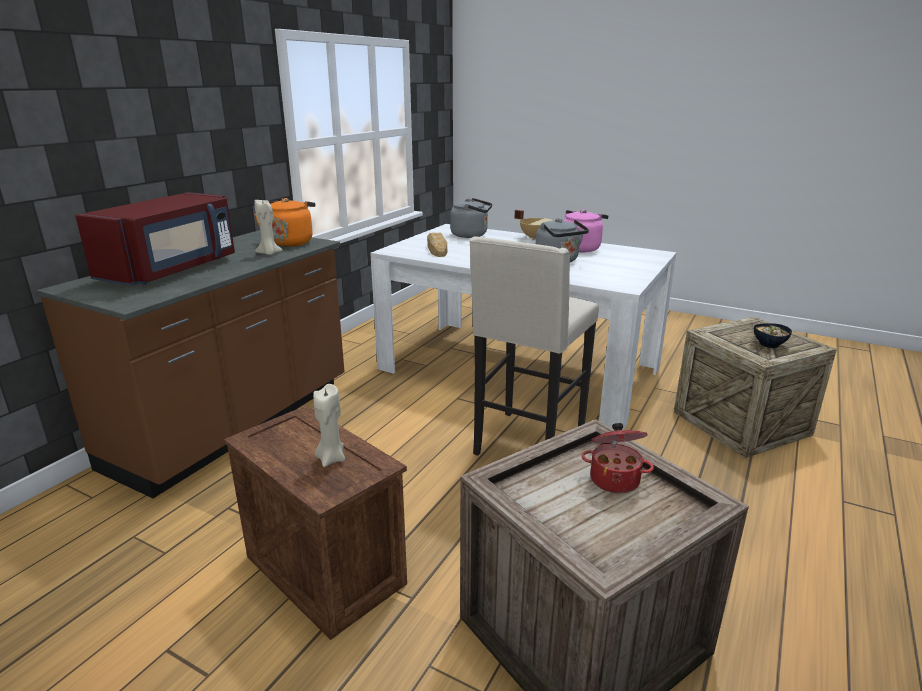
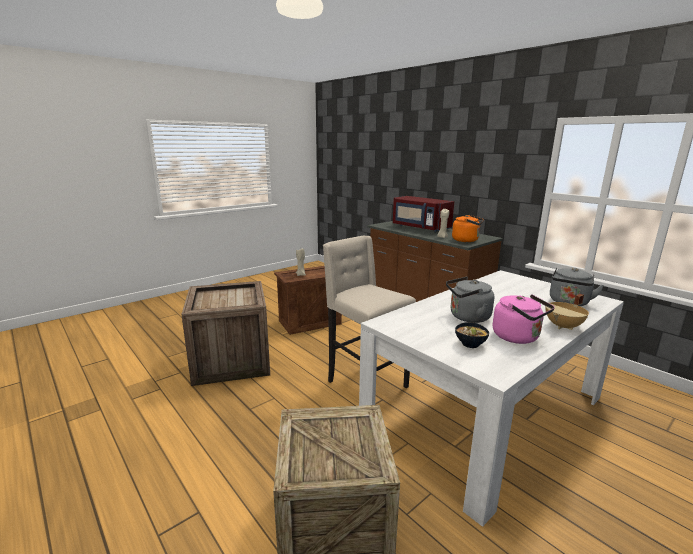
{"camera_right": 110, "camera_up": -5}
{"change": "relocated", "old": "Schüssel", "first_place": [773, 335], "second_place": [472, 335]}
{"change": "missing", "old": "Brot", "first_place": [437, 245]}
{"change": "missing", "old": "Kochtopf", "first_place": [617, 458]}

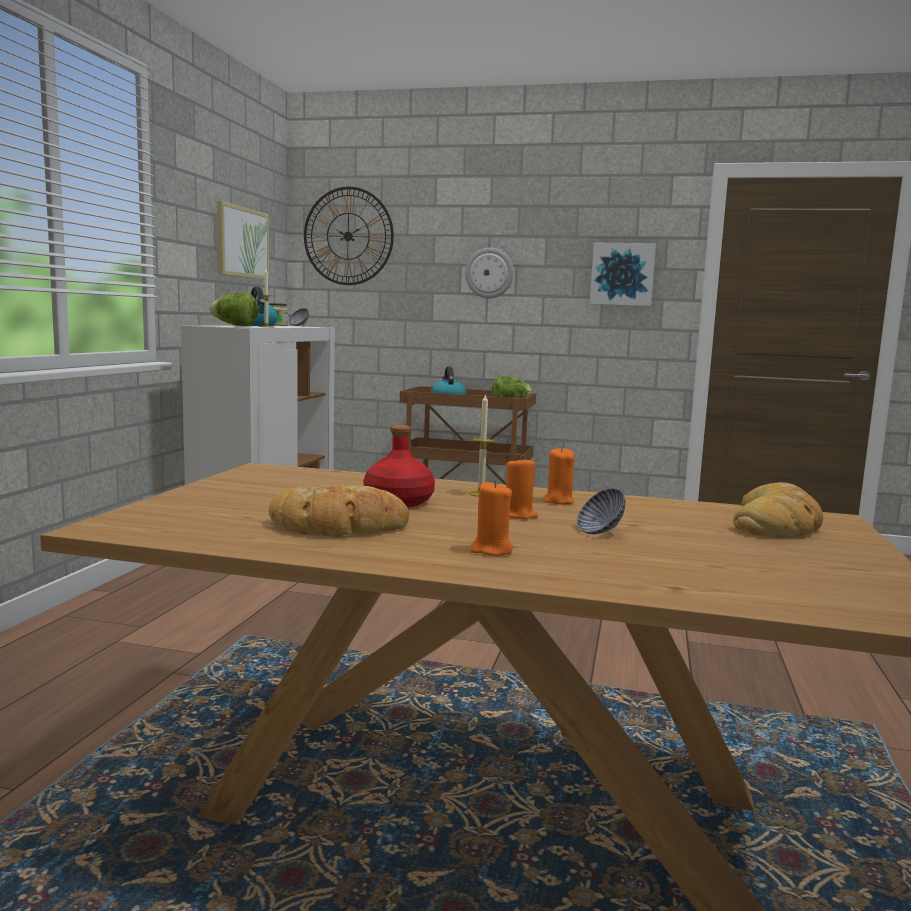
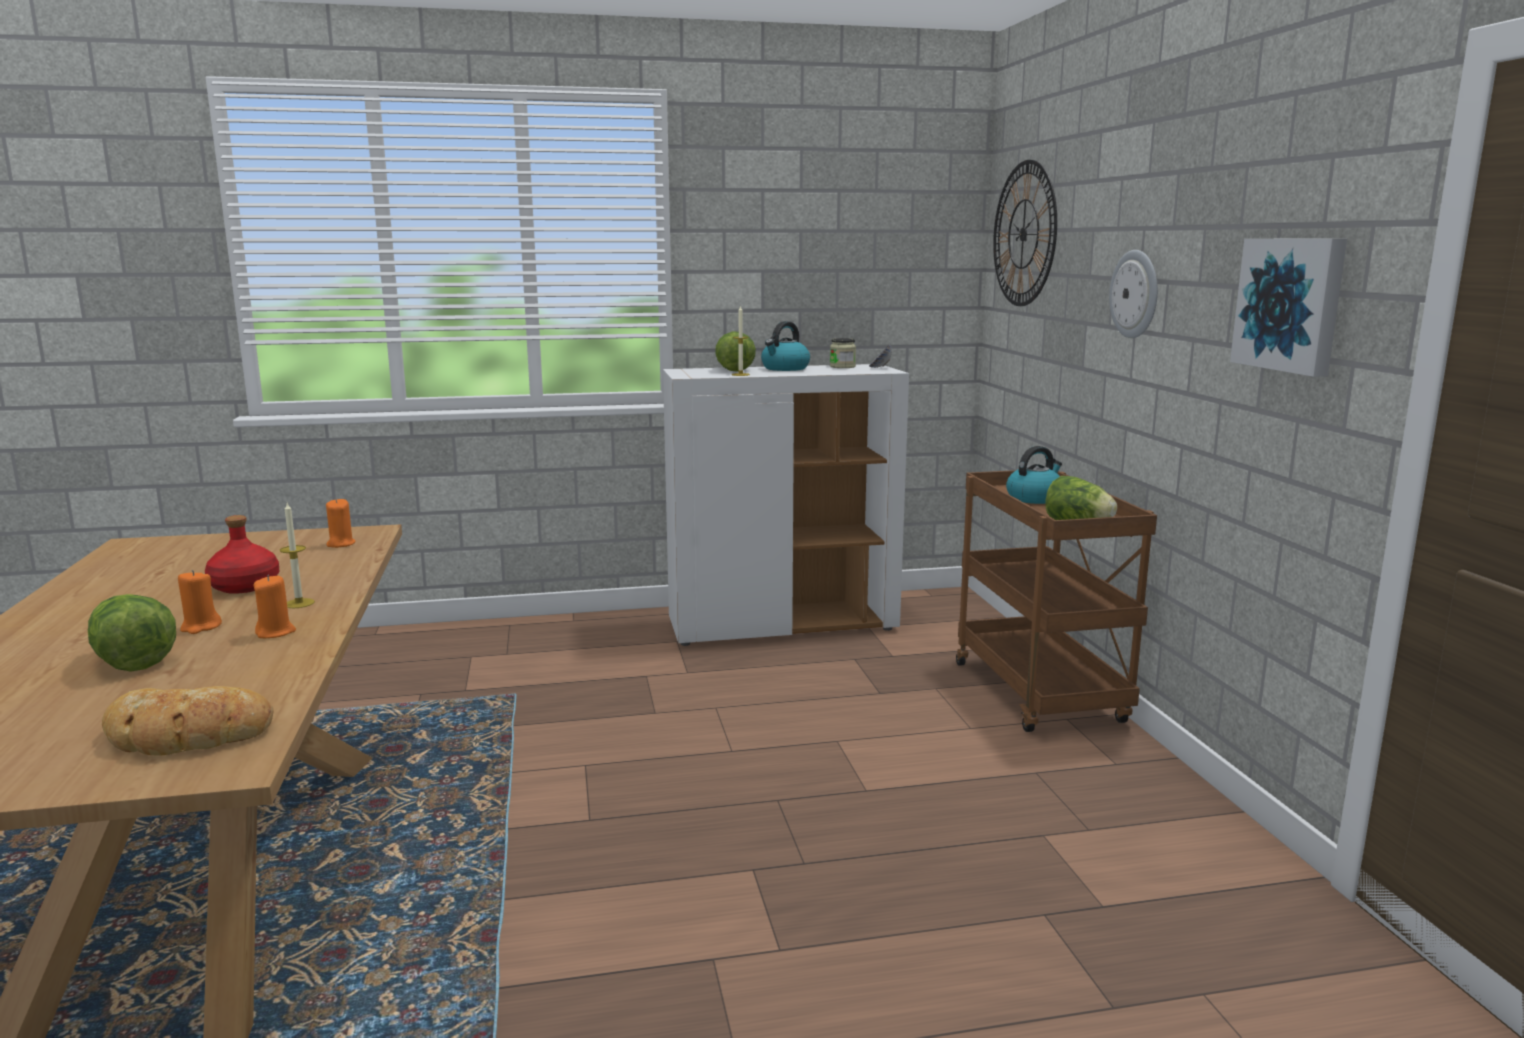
{"camera_right": 65, "camera_up": 5}
{"change": "exchanged", "old": "Schüssel", "new": "Salatkopf", "first_place": [601, 511], "second_place": [132, 633]}
{"change": "relocated", "old": "Kerze [orange]", "first_place": [491, 518], "second_place": [340, 523]}
{"change": "missing", "old": "Bild", "first_place": [243, 240]}
{"change": "missing", "old": "Brot", "first_place": [339, 510]}

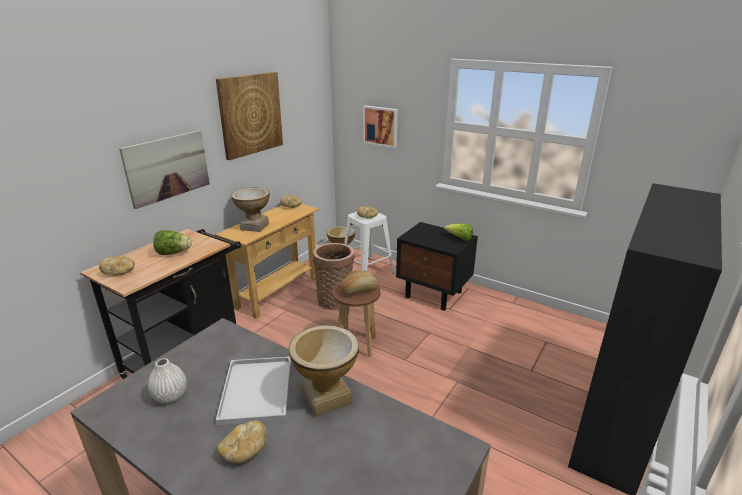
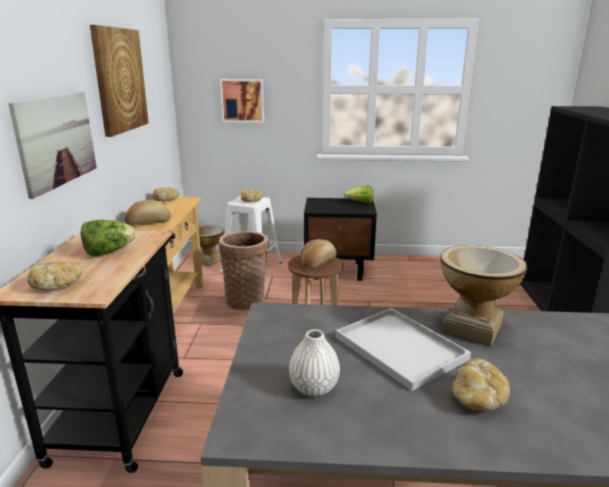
{"camera_right": -30, "camera_up": -5}
{"change": "exchanged", "old": "Vase", "new": "Brot", "first_place": [250, 210], "second_place": [148, 213]}

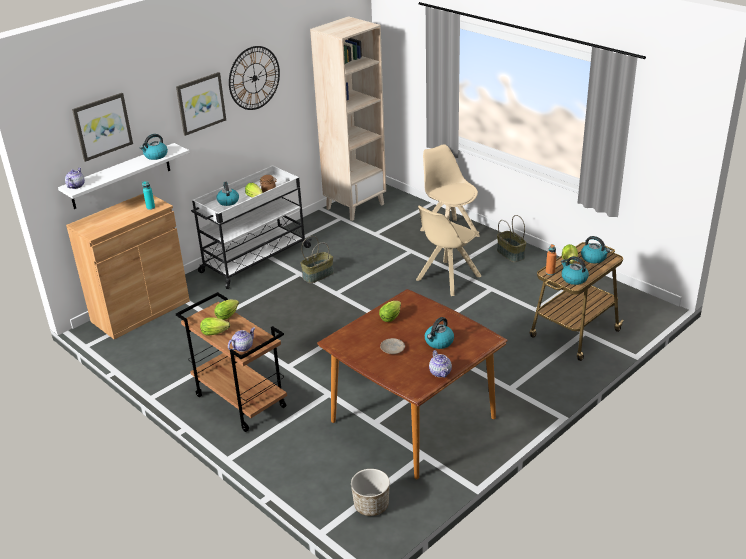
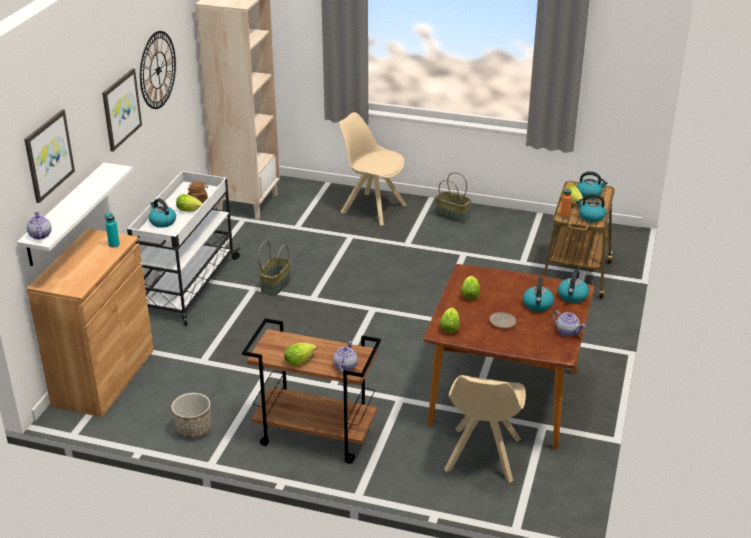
{"camera_right": -30, "camera_up": 0}
{"change": "relocated", "old": "Pflanzkübel", "first_place": [370, 492], "second_place": [191, 416]}
{"change": "relocated", "old": "Salatkopf", "first_place": [226, 310], "second_place": [449, 320]}
{"change": "relocated", "old": "Stuhl [beige]", "first_place": [448, 251], "second_place": [485, 429]}
{"change": "relocated", "old": "Wasserkessel", "first_place": [154, 147], "second_place": [573, 286]}

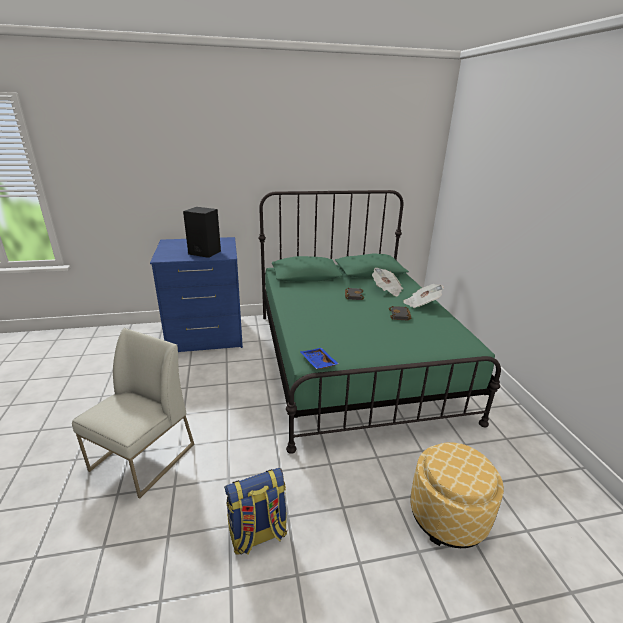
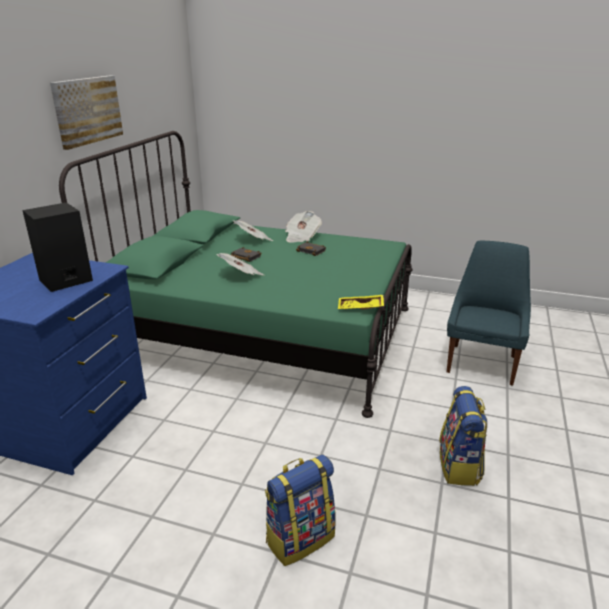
{"camera_right": -60, "camera_up": 0}
{"change": "appeared", "new": "Bild", "second_place": [86, 112]}
{"change": "appeared", "new": "Zeitung", "second_place": [240, 264]}
{"change": "exchanged", "old": "Stuhl [weiß]", "new": "Rucksack", "first_place": [133, 413], "second_place": [300, 510]}
{"change": "colour", "old": "Tablett [blau]", "new": "Tablett [gelb]", "first_place": [319, 358], "second_place": [361, 302]}
{"change": "exchanged", "old": "Polsterhocker", "new": "Stuhl [blau]", "first_place": [457, 495], "second_place": [489, 313]}

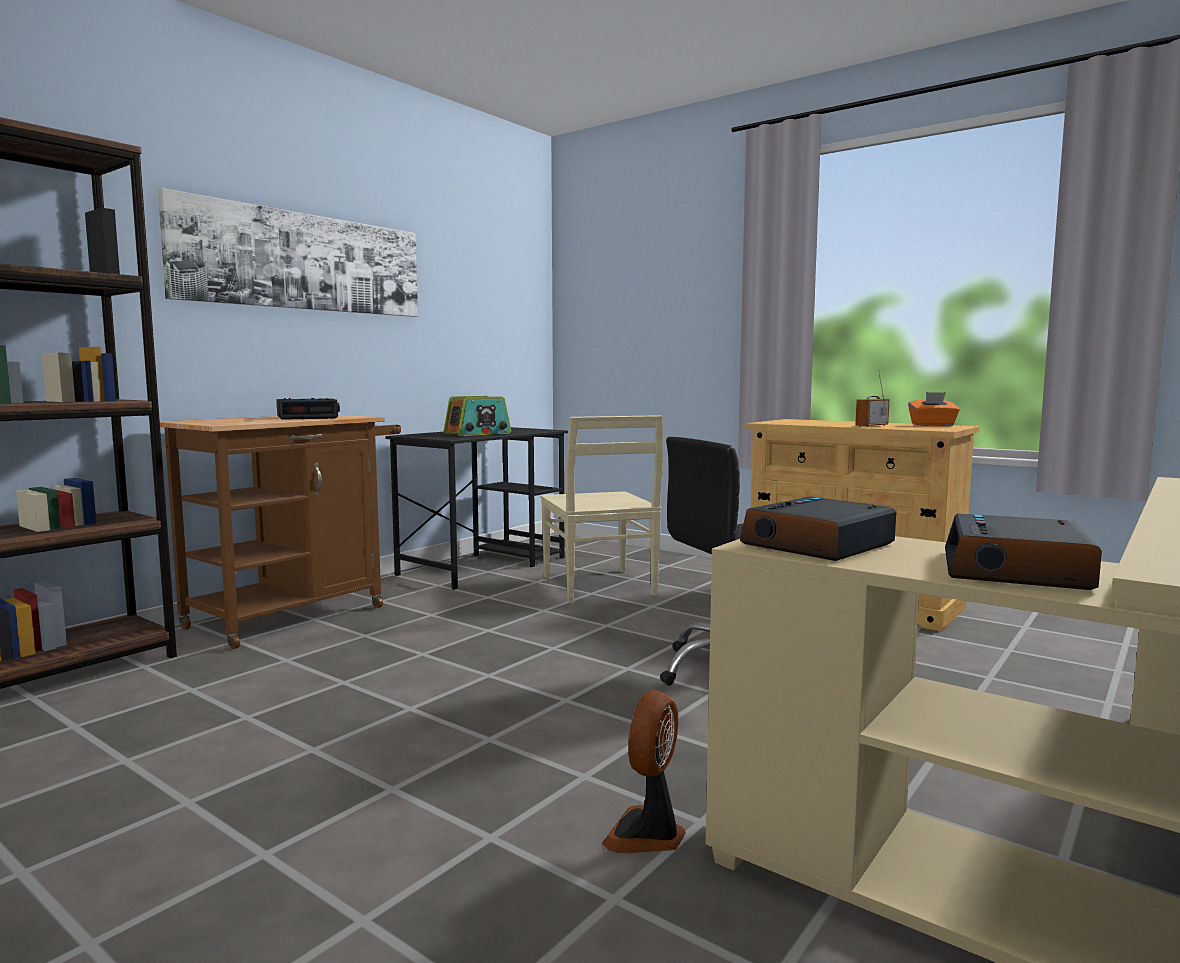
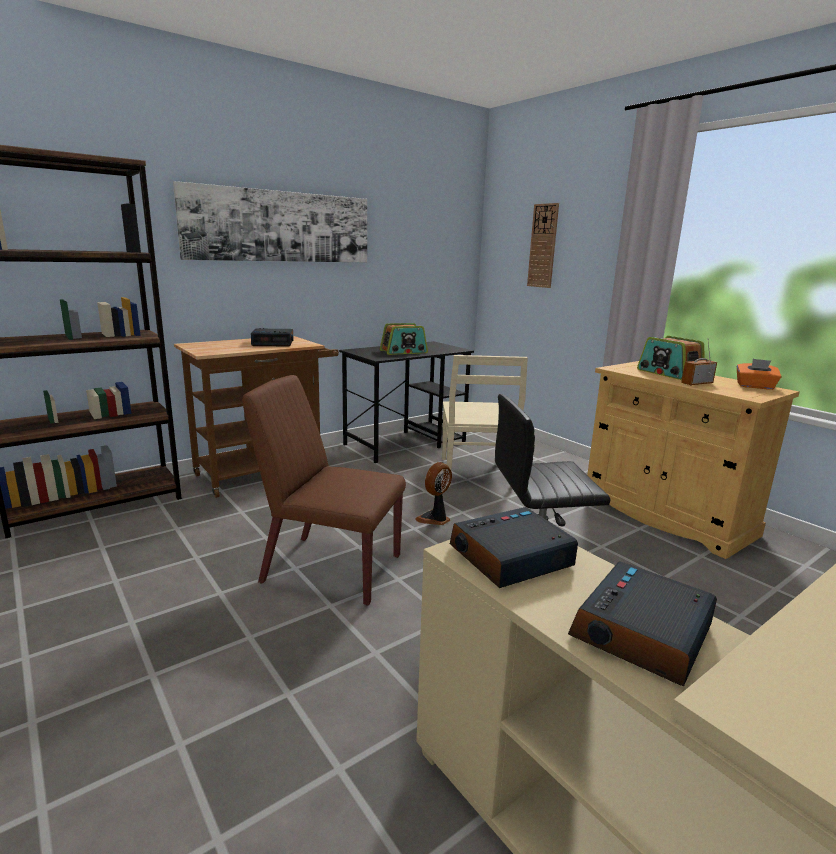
{"camera_right": 15, "camera_up": 10}
{"change": "appeared", "new": "Stuhl [braun]", "second_place": [324, 490]}
{"change": "relocated", "old": "Ventilator", "first_place": [644, 771], "second_place": [433, 493]}
{"change": "appeared", "new": "Wanduhr", "second_place": [543, 245]}
{"change": "appeared", "new": "Radio", "second_place": [670, 358]}

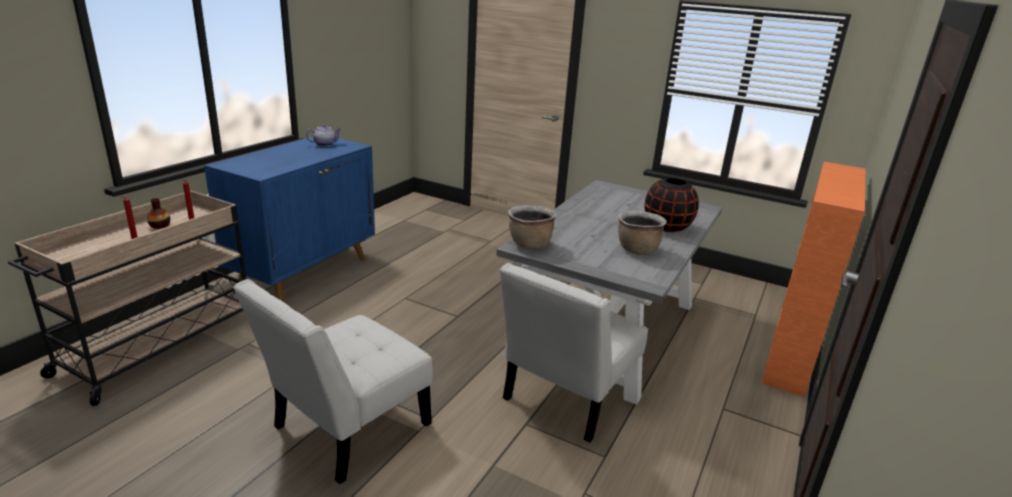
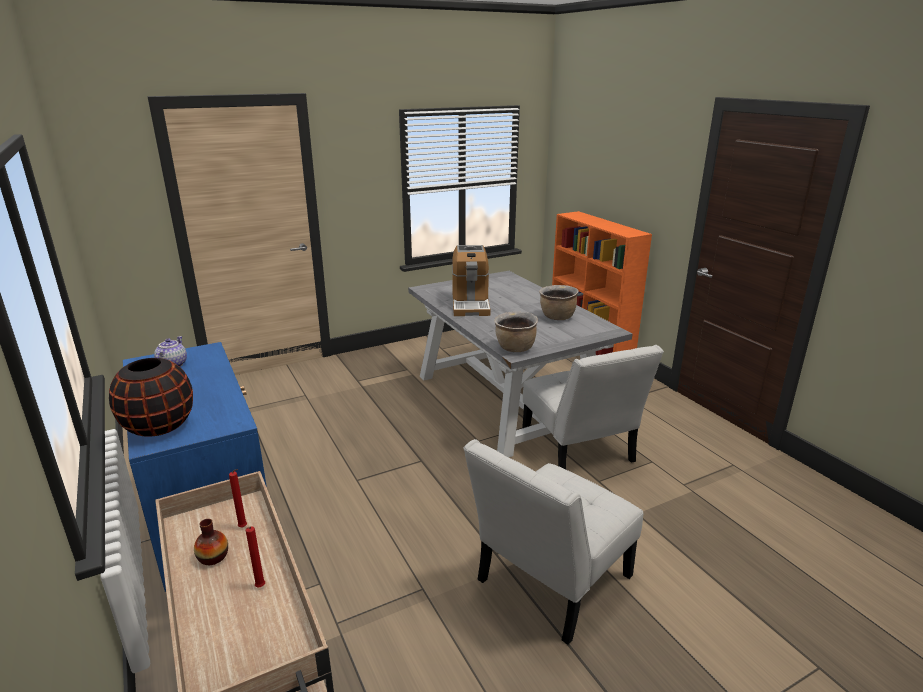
{"camera_right": -55, "camera_up": 0}
{"change": "relocated", "old": "Vase [schwarz]", "first_place": [672, 205], "second_place": [151, 397]}
{"change": "appeared", "new": "Kaffeemaschine", "second_place": [471, 280]}
{"change": "spun", "old": "Stuhl [weiß]", "first_place": [333, 381], "second_place": [553, 542], "degrees": 60}

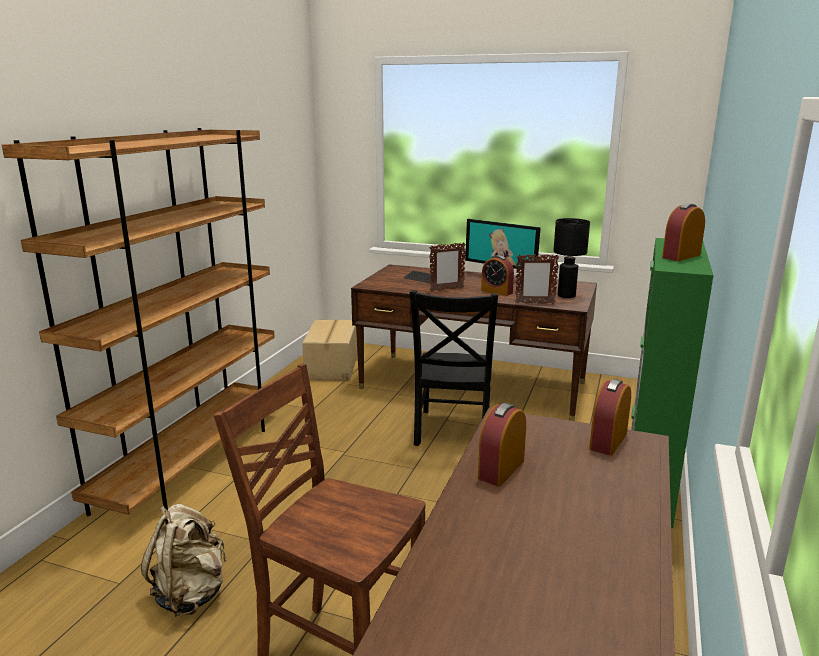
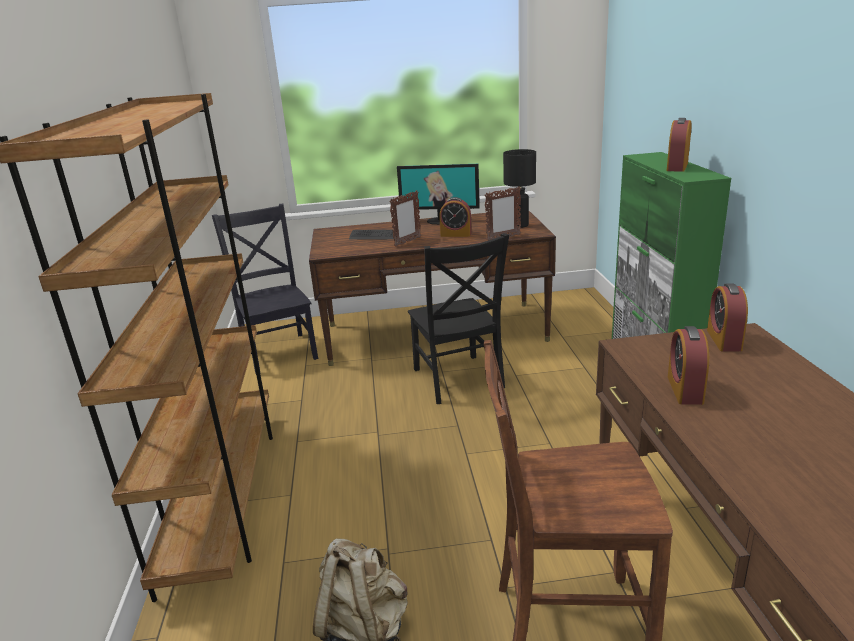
{"camera_right": -25, "camera_up": 5}
{"change": "exchanged", "old": "Karton", "new": "Stuhl [schwarz]", "first_place": [330, 350], "second_place": [265, 289]}

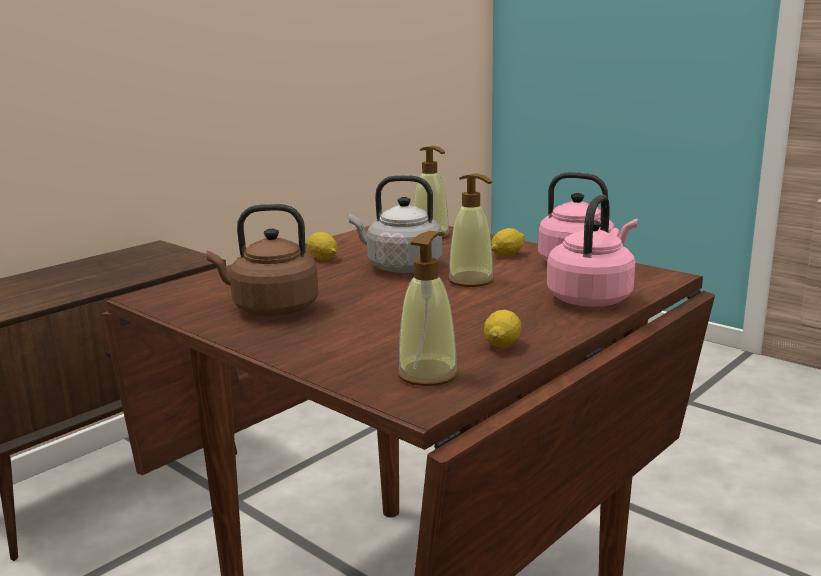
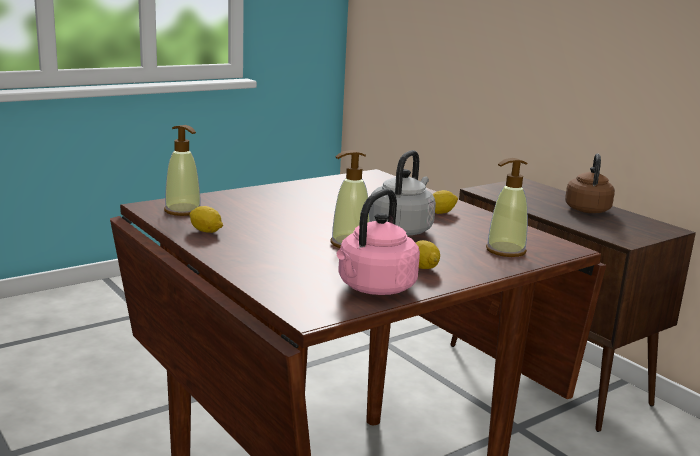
{"camera_right": 100, "camera_up": 0}
{"change": "relocated", "old": "Wasserkessel [braun]", "first_place": [262, 260], "second_place": [590, 183]}
{"change": "missing", "old": "Wasserkessel [rosa]", "first_place": [591, 251]}

